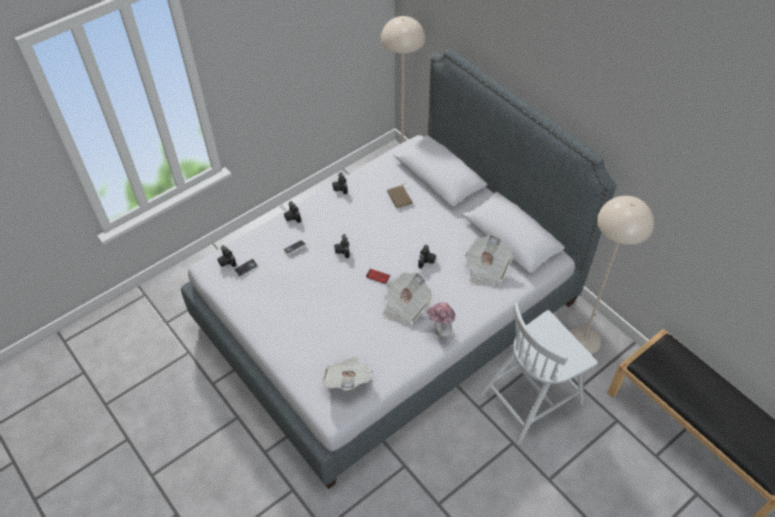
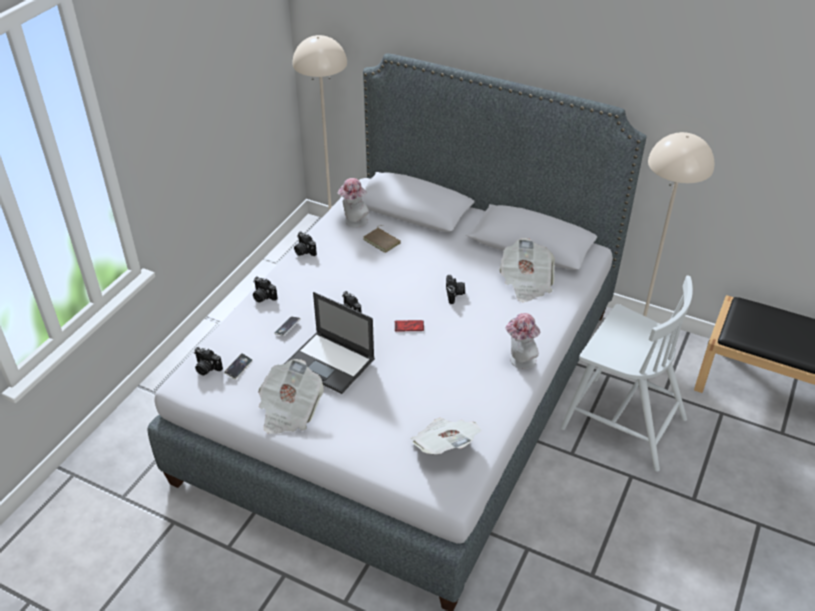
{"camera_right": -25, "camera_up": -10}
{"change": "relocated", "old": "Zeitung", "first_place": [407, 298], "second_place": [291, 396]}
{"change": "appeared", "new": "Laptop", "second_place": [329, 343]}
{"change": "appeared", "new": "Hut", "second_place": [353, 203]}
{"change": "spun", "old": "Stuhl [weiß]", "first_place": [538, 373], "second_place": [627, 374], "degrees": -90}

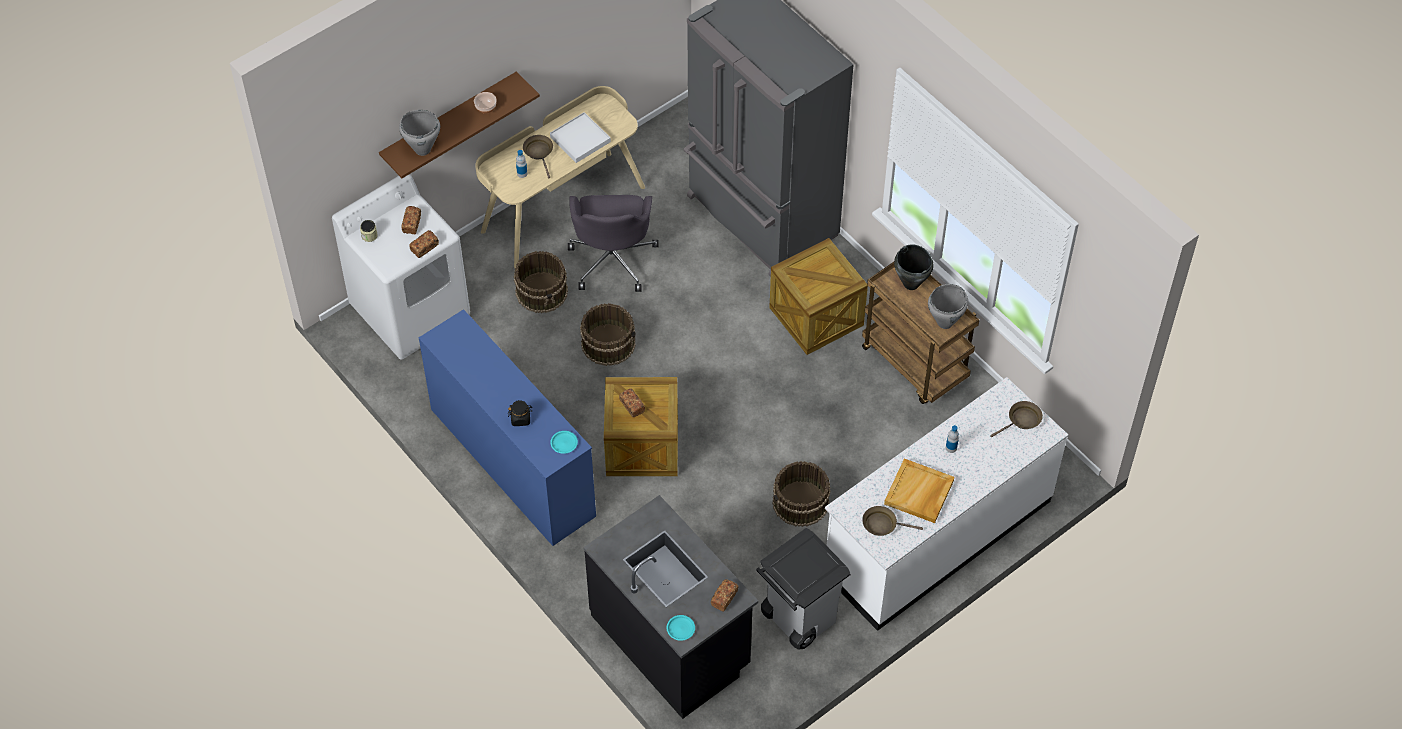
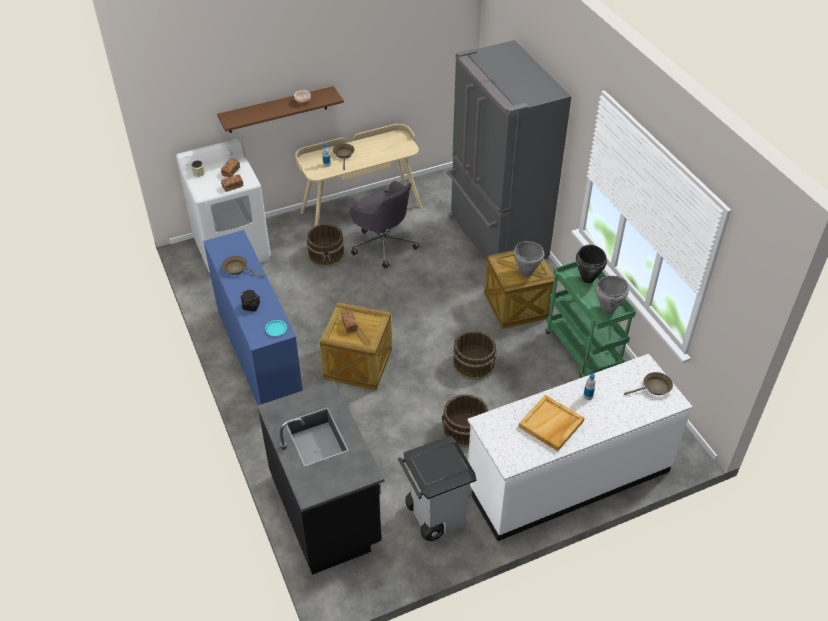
{"camera_right": 15, "camera_up": -10}
{"change": "relocated", "old": "Pfanne [braun]", "first_place": [892, 521], "second_place": [243, 266]}
{"change": "spun", "old": "Bürostuhl [grau]", "first_place": [613, 243], "second_place": [384, 224], "degrees": -60}
{"change": "relocated", "old": "Eimer [braun]", "first_place": [608, 334], "second_place": [474, 355]}
{"change": "relocated", "old": "Kochtopf [grau]", "first_place": [419, 133], "second_place": [528, 259]}
{"change": "colour", "old": "Rollwagen [braun]", "new": "Rollwagen [grün]", "first_place": [920, 333], "second_place": [590, 320]}
{"change": "missing", "old": "Tablett [weiß]", "first_place": [580, 137]}
{"change": "missing", "old": "Teller [türkis]", "first_place": [681, 628]}
{"change": "missing", "old": "Brot", "first_place": [724, 595]}

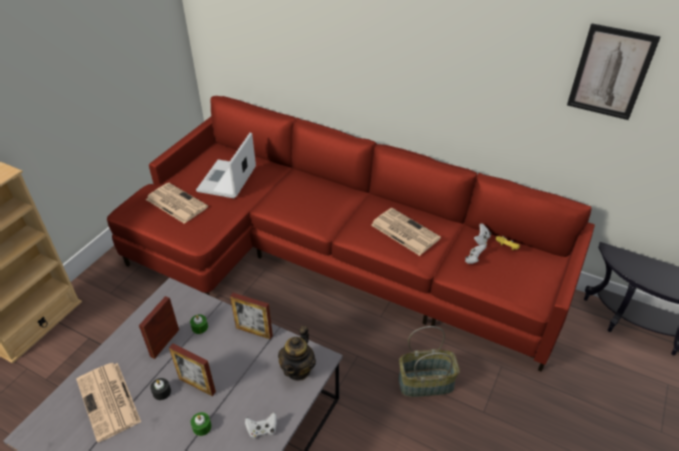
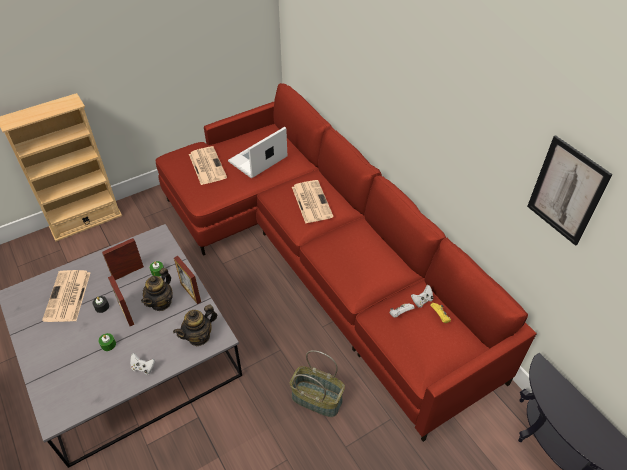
{"camera_right": 30, "camera_up": 5}
{"change": "appeared", "new": "Teekanne", "second_place": [157, 289]}
{"change": "relocated", "old": "Zeitung", "first_place": [406, 232], "second_place": [313, 202]}

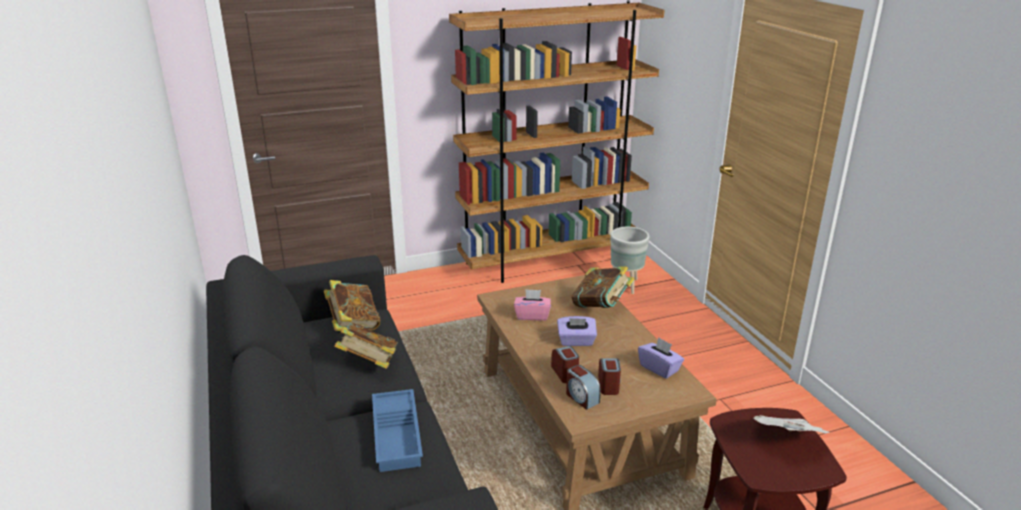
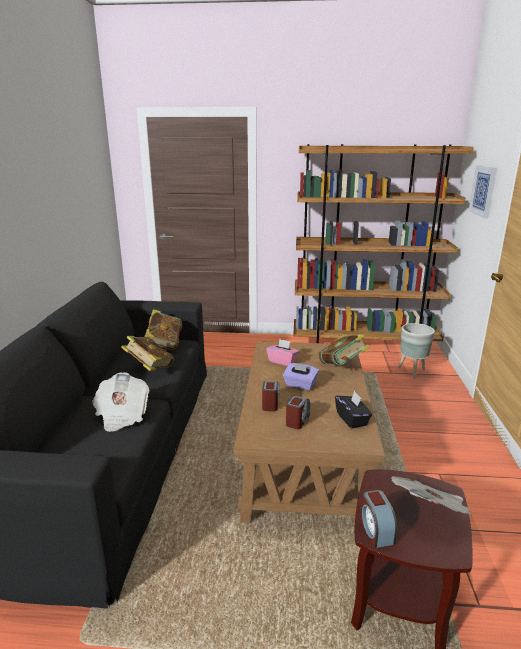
{"camera_right": 25, "camera_up": -5}
{"change": "exchanged", "old": "Tablett [blau]", "new": "Zeitung", "first_place": [397, 430], "second_place": [120, 402]}
{"change": "colour", "old": "Taschentuchbox [lila]", "new": "Taschentuchbox [schwarz]", "first_place": [661, 358], "second_place": [353, 410]}
{"change": "relocated", "old": "Wecker", "first_place": [583, 387], "second_place": [378, 519]}
{"change": "appeared", "new": "Bild", "second_place": [483, 191]}

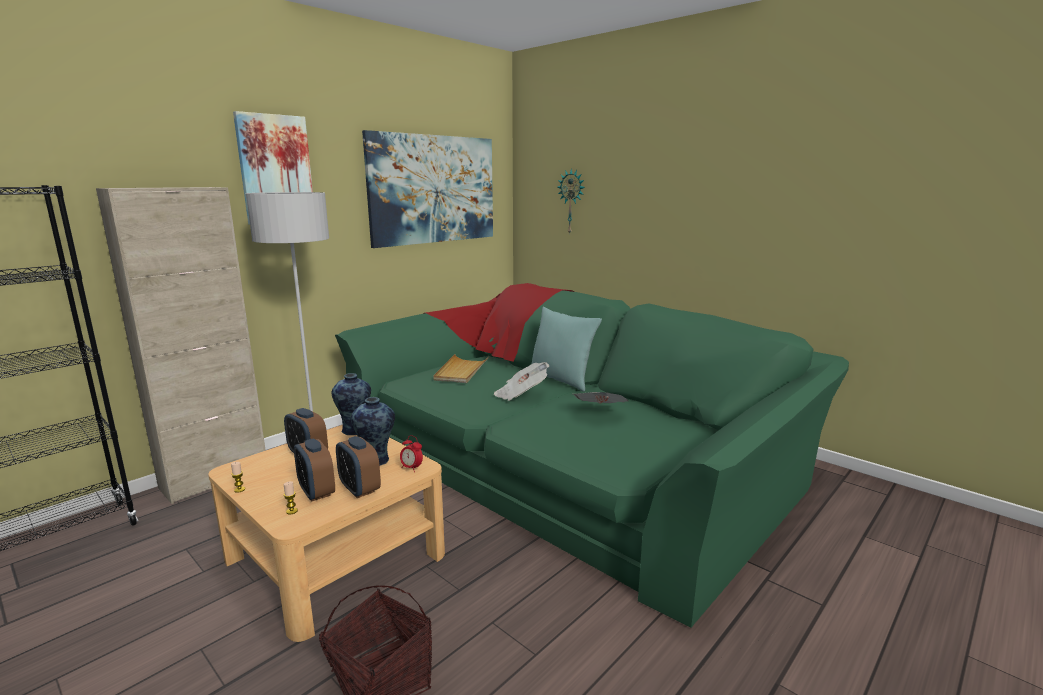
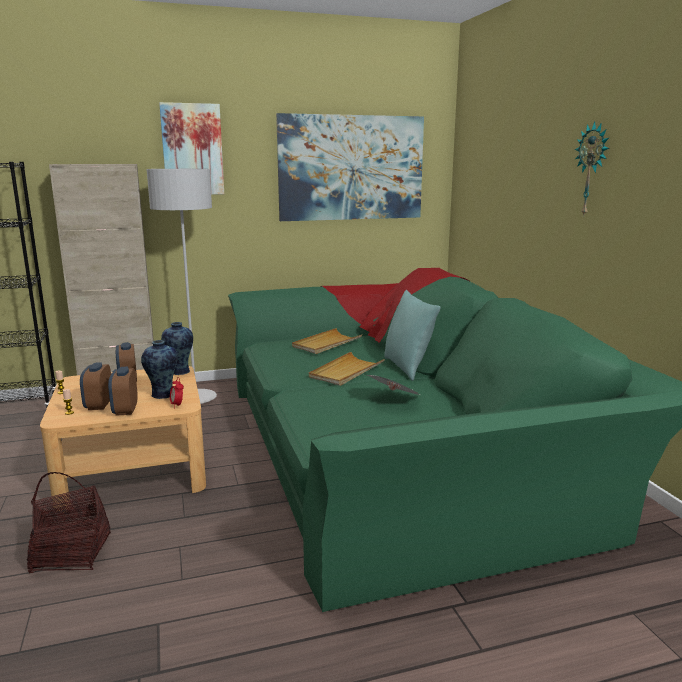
{"camera_right": 30, "camera_up": 0}
{"change": "exchanged", "old": "Zeitung", "new": "Tablett [beige]", "first_place": [521, 381], "second_place": [347, 369]}
{"change": "relocated", "old": "Wanduhr", "first_place": [571, 202], "second_place": [592, 169]}

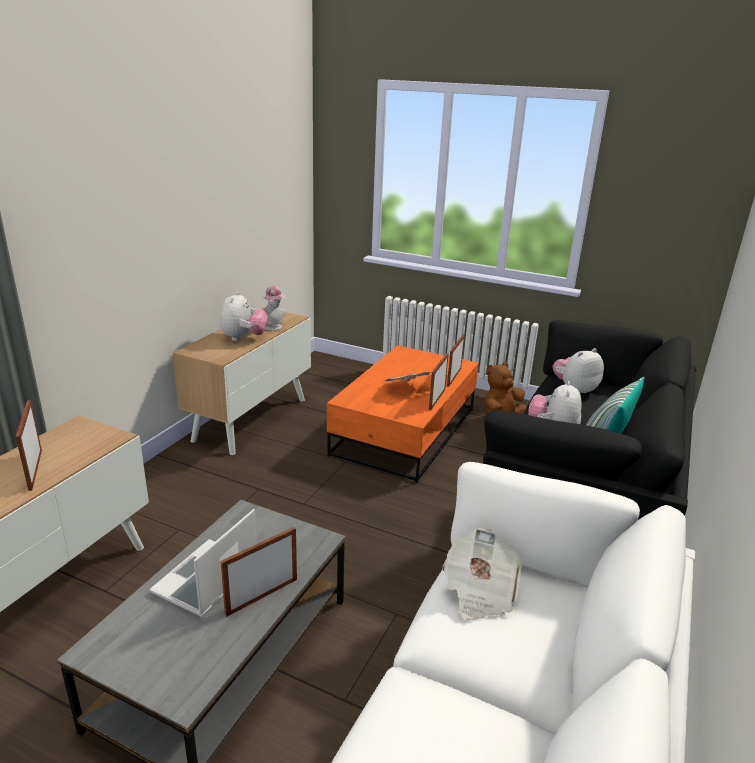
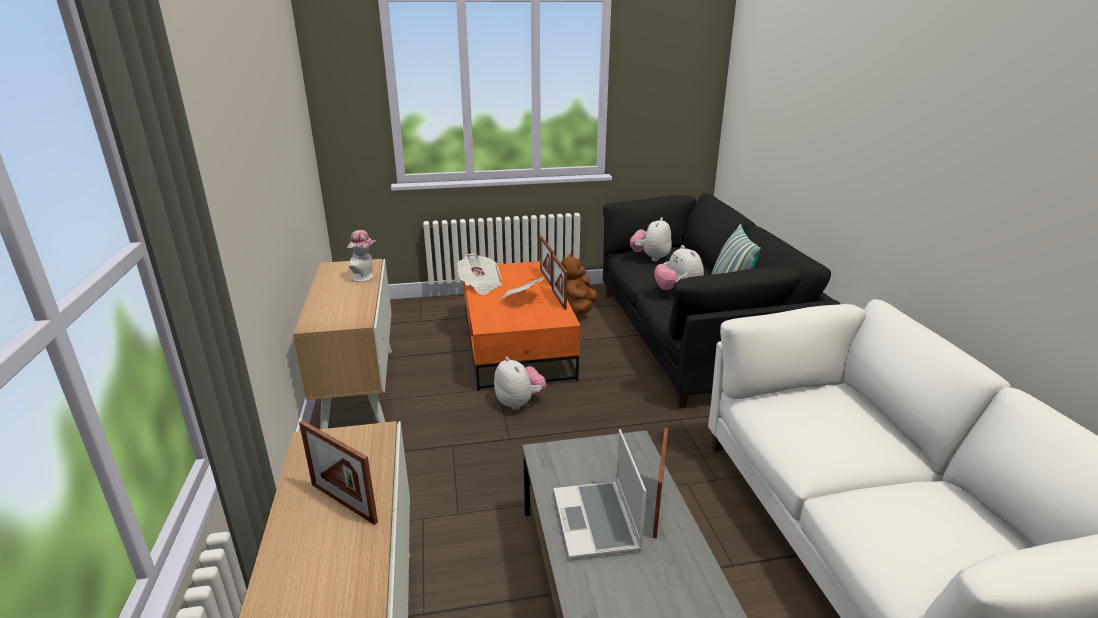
{"camera_right": -35, "camera_up": 0}
{"change": "relocated", "old": "Zeitung", "first_place": [483, 574], "second_place": [479, 274]}
{"change": "relocated", "old": "Plüschtier", "first_place": [243, 316], "second_place": [520, 383]}

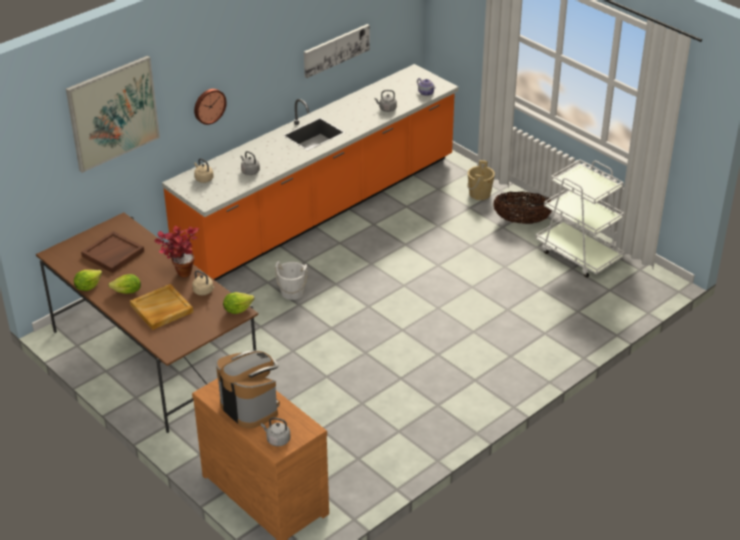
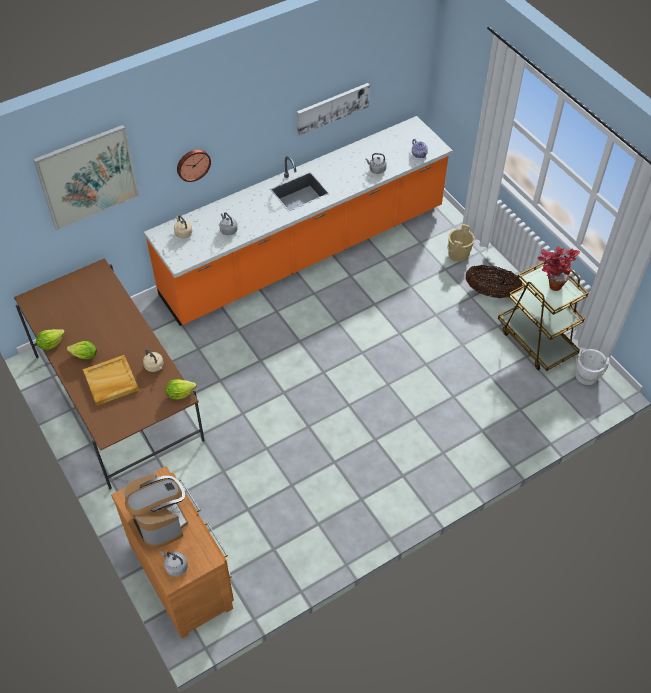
{"camera_right": 10, "camera_up": 15}
{"change": "colour", "old": "Rollwagen [weiß]", "new": "Rollwagen [braun]", "first_place": [580, 218], "second_place": [543, 314]}
{"change": "relocated", "old": "Topfpflanze", "first_place": [177, 252], "second_place": [559, 268]}
{"change": "relocated", "old": "Eimer [weiß]", "first_place": [291, 280], "second_place": [592, 367]}
{"change": "missing", "old": "Tablett [braun]", "first_place": [112, 252]}

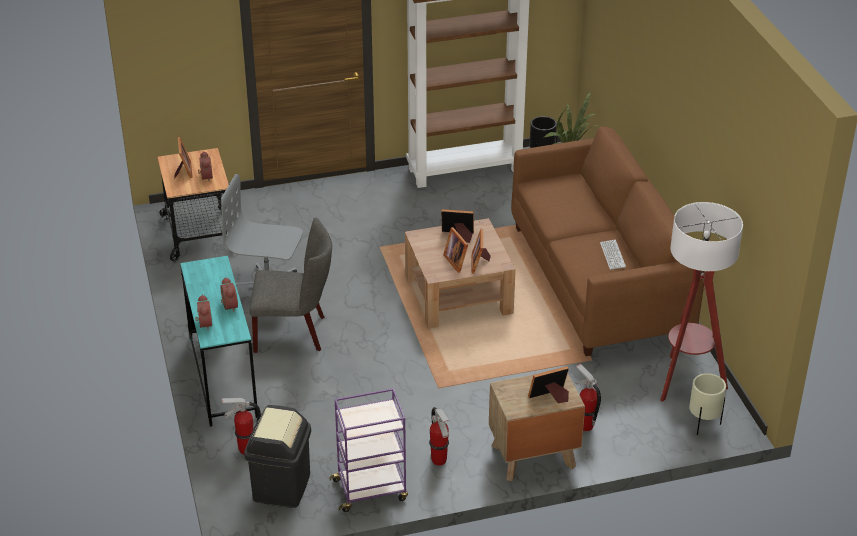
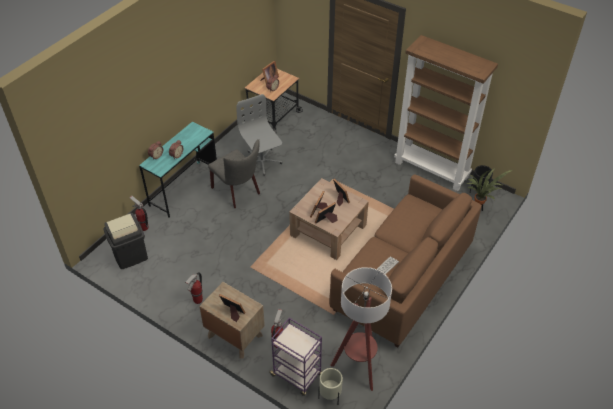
{"camera_right": 50, "camera_up": 10}
{"change": "relocated", "old": "Rollwagen [lila]", "first_place": [368, 450], "second_place": [296, 357]}

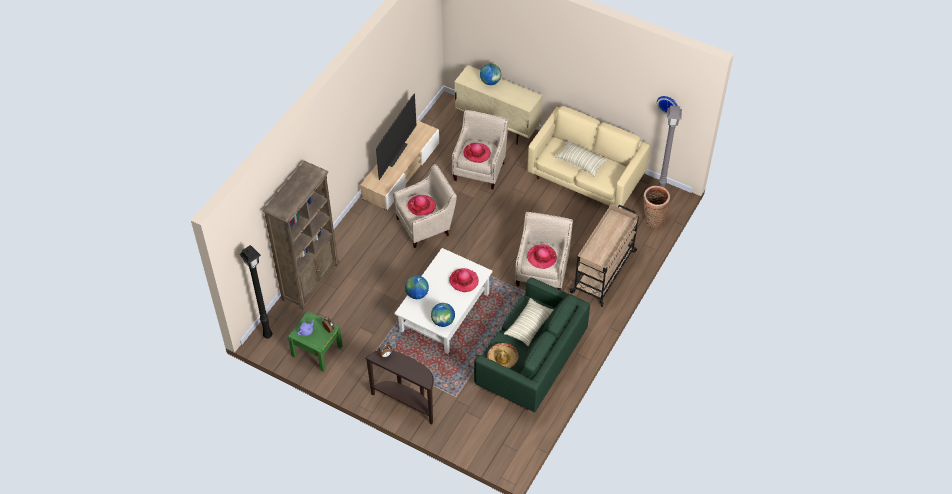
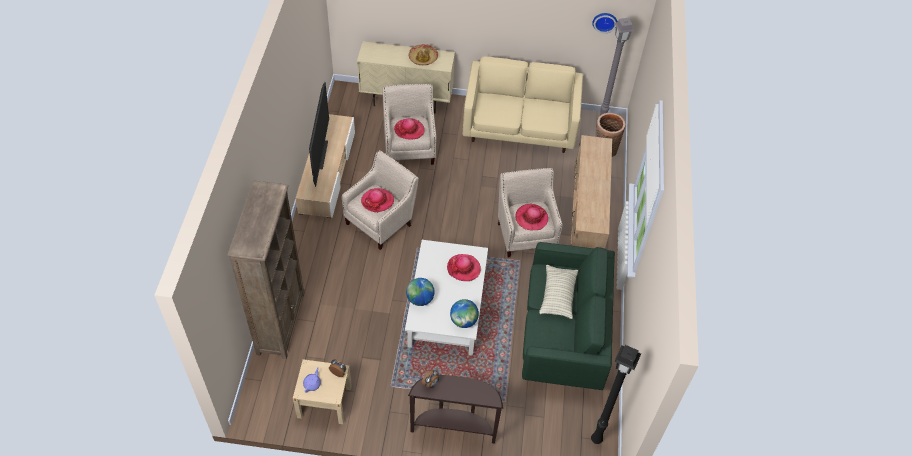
{"camera_right": -25, "camera_up": 0}
{"change": "colour", "old": "Nachttisch [grün]", "new": "Nachttisch [beige]", "first_place": [315, 341], "second_place": [322, 391]}
{"change": "relocated", "old": "Hut", "first_place": [502, 355], "second_place": [423, 54]}
{"change": "exchanged", "old": "Rollwagen [beige]", "new": "Fernsehschrank [beige]", "first_place": [604, 255], "second_place": [591, 192]}
{"change": "relocated", "old": "Stehlampe [schwarz]", "first_place": [256, 292], "second_place": [616, 394]}
{"change": "missing", "old": "Globus", "first_place": [490, 74]}
{"change": "missing", "old": "Kissen", "first_place": [581, 158]}

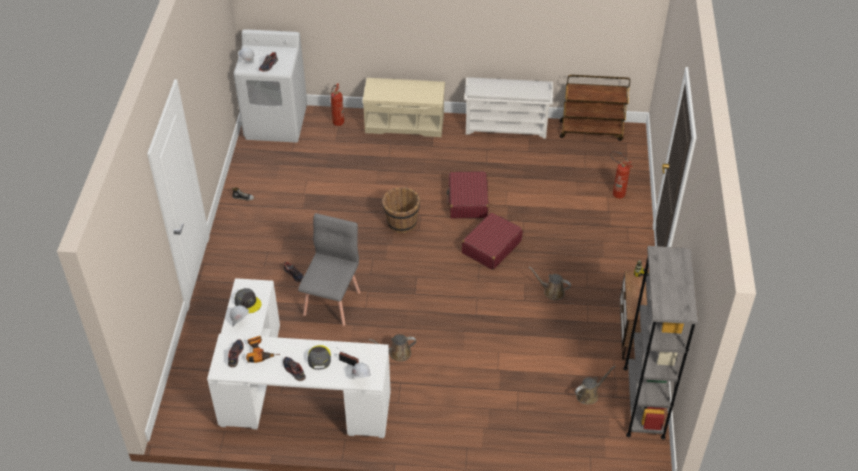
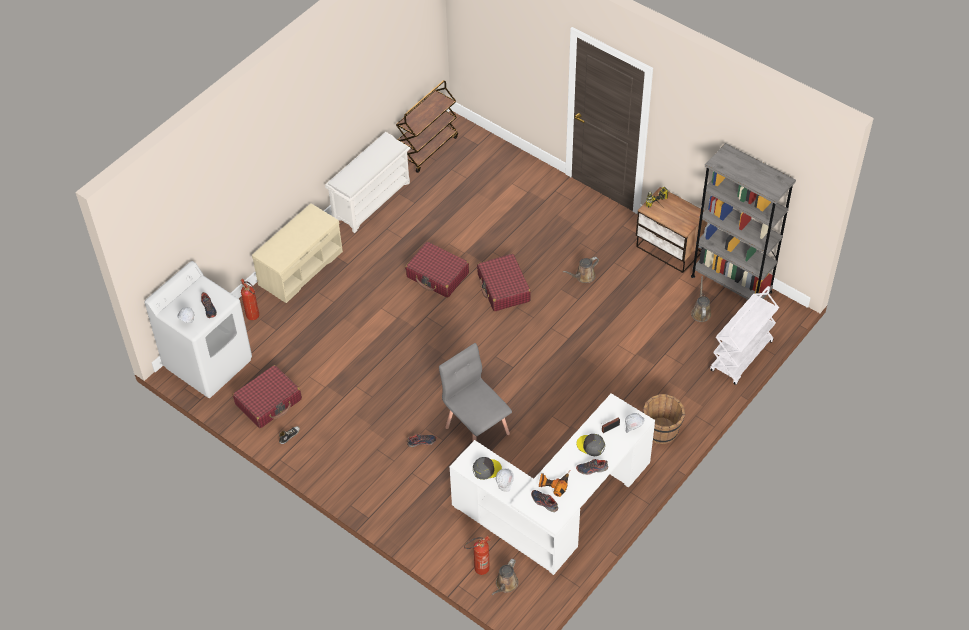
{"camera_right": -55, "camera_up": 5}
{"change": "appeared", "new": "Koffer [rot]", "second_place": [267, 396]}
{"change": "relocated", "old": "Feuerlöscher", "first_place": [621, 175], "second_place": [477, 555]}
{"change": "relocated", "old": "Gießkanne [braun]", "first_place": [392, 348], "second_place": [505, 576]}
{"change": "relocated", "old": "Eimer [braun]", "first_place": [401, 210], "second_place": [664, 419]}
{"change": "appeared", "new": "Rollwagen [weiß]", "second_place": [744, 335]}

